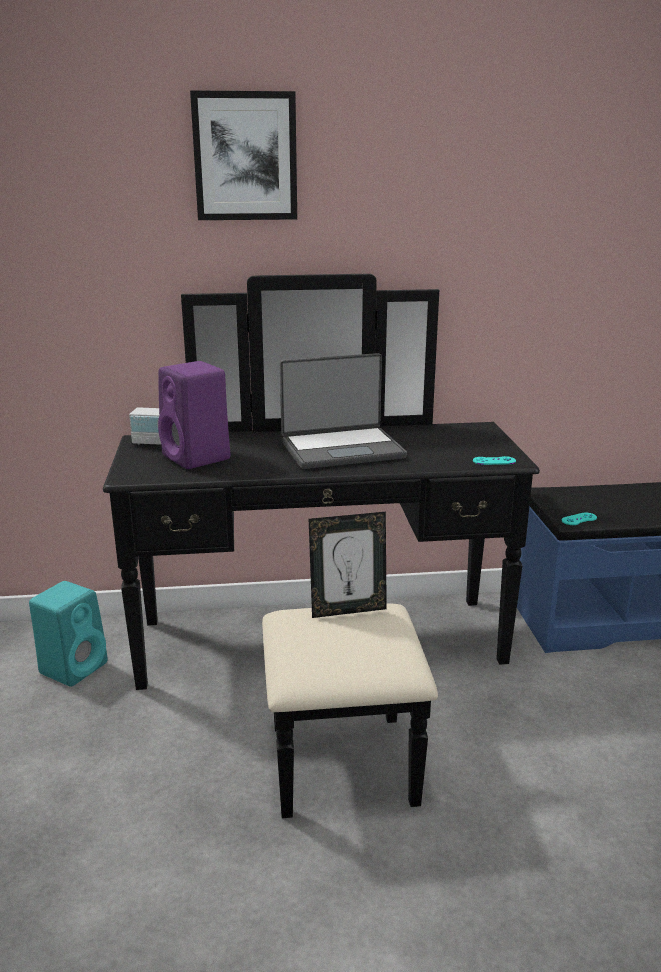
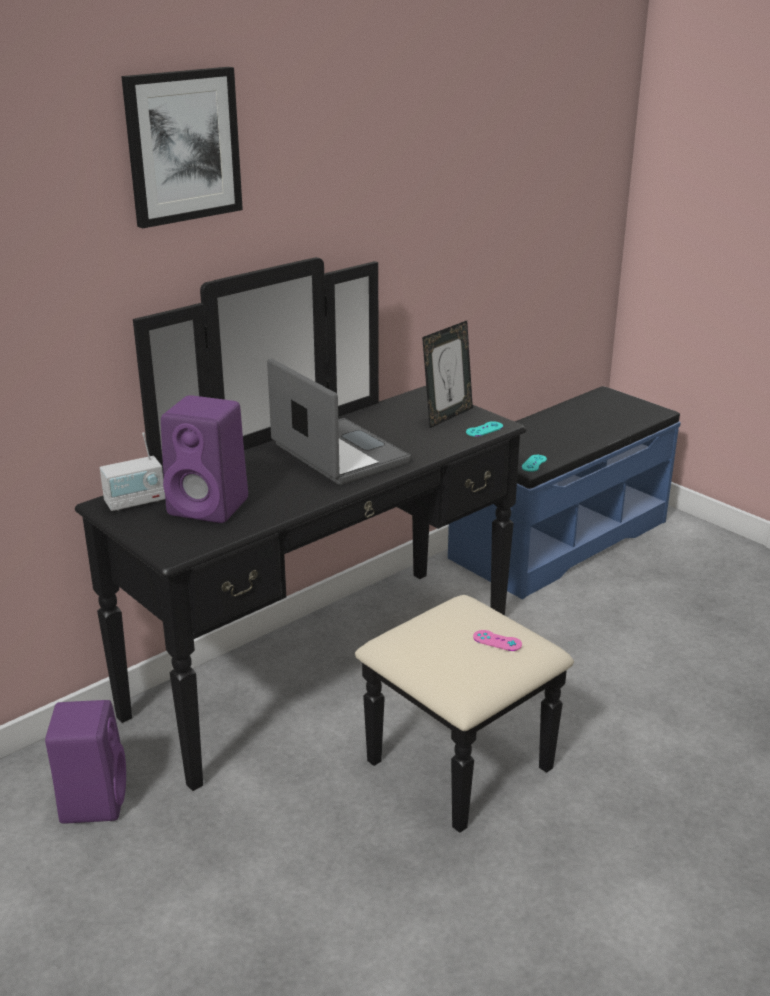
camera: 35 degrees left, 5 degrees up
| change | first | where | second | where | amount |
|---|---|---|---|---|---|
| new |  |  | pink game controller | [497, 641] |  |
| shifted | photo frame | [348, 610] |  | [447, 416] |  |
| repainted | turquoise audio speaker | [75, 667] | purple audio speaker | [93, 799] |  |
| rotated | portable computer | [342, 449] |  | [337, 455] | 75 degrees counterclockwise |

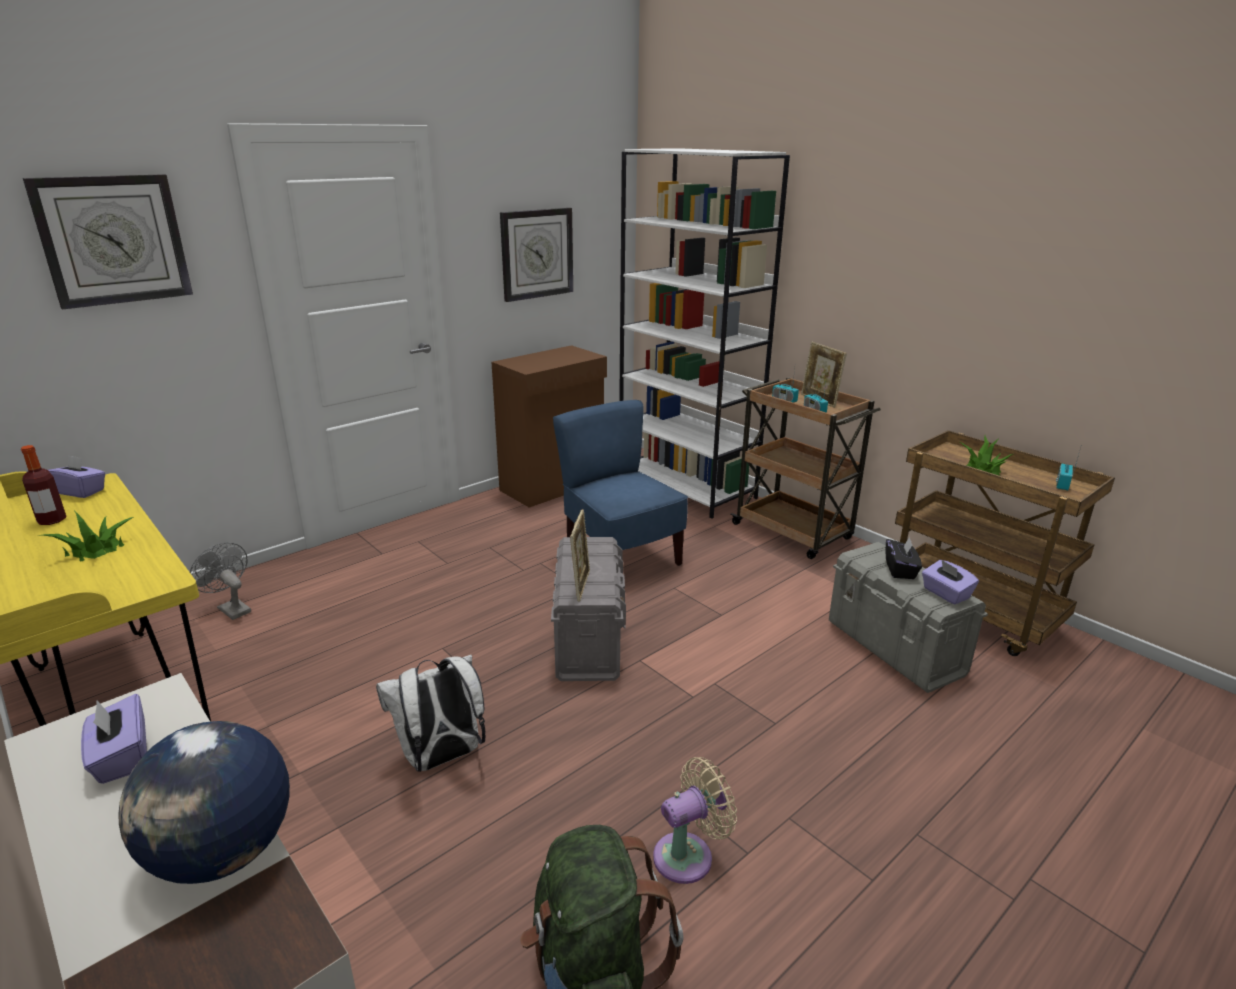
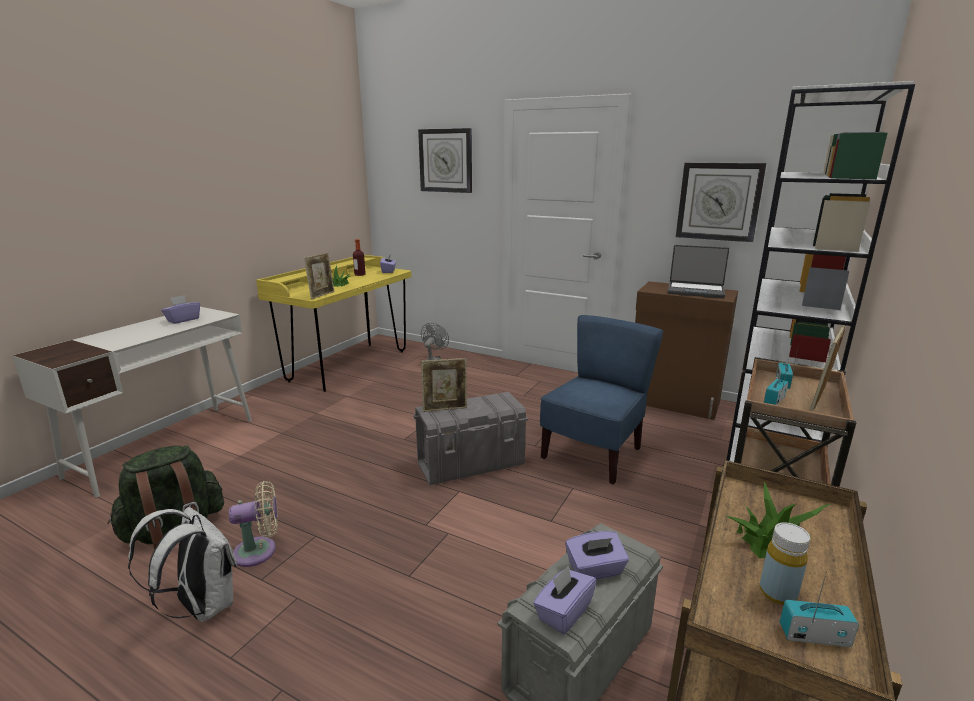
camera: 70 degrees right, 5 degrees down
| change | first | where | second | where | amount |
|---|---|---|---|---|---|
| gone | desk globe | [223, 853] |  |  |  |
| new |  |  | photo frame | [322, 295] |  |
| new |  |  | portable computer | [695, 291] |  |
| new |  |  | yellowish drink bottle | [777, 593] |  |
| shifted | white backpack | [441, 758] |  | [202, 606] |  |
| repainted | blackish tissue box | [900, 570] | purple tissue box | [595, 570] |  |
| rotated | sand-coloured cooling fan | [688, 855] |  | [259, 551] | 60 degrees counterclockwise |

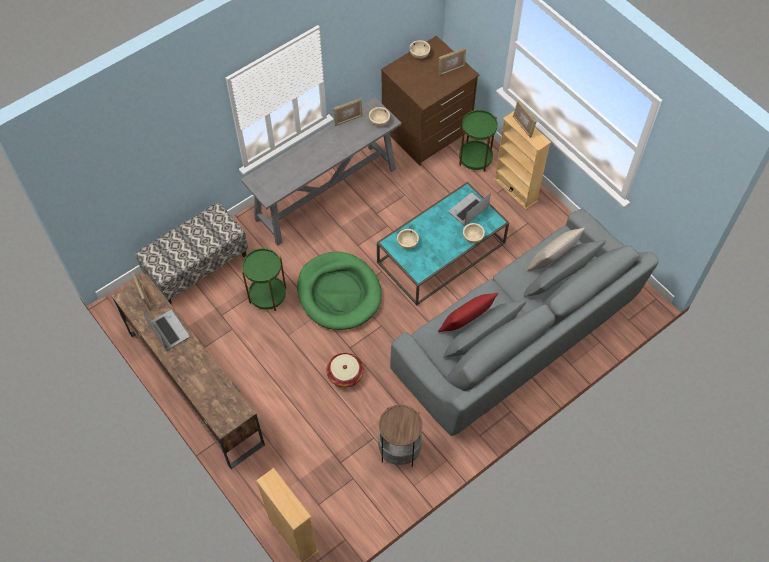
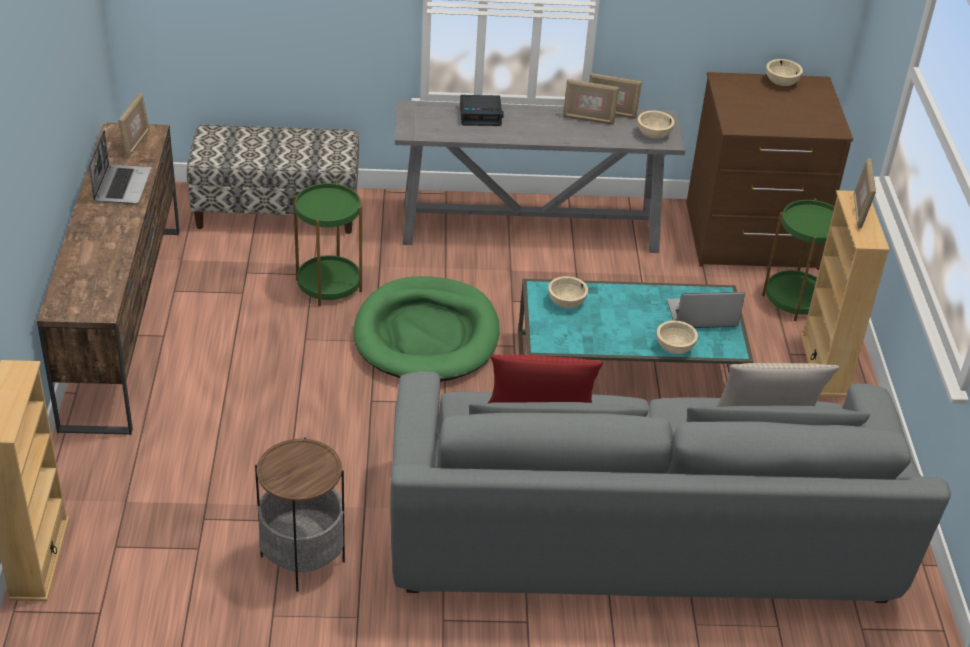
camera: 35 degrees right, 20 degrees down
| change | first | where | second | where | amount |
|---|---|---|---|---|---|
| gone | basket | [345, 374] |  |  |  |
| new |  |  | alarm clock | [481, 115] |  |
| shifted | photo frame | [451, 70] |  | [588, 119] |  |

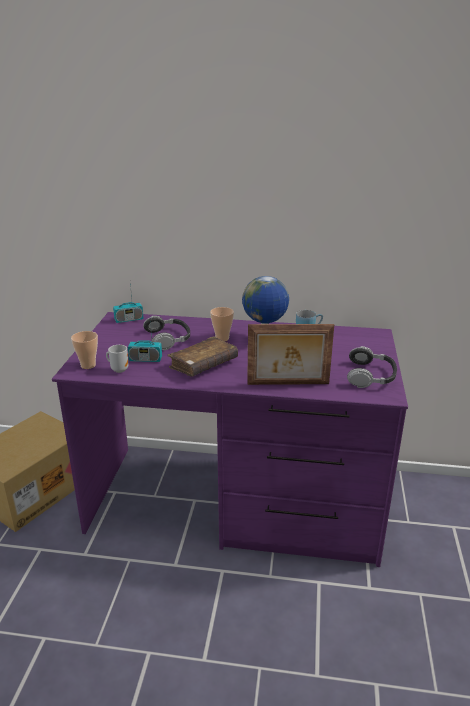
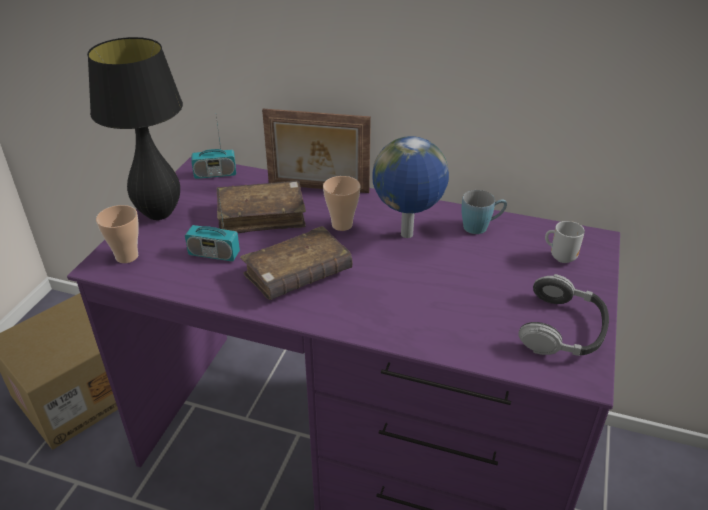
camera: 10 degrees right, 10 degrees up
| change | first | where | second | where | amount |
|---|---|---|---|---|---|
| new |  |  | blackish tabletop lamp | [159, 214] |  |
| shifted | tea mug | [119, 369] |  | [561, 257] |  |
| shifted | photo frame | [288, 384] |  | [318, 189] |  |
| swapped | headset | [168, 338] | brownish volume | [261, 216] |  |

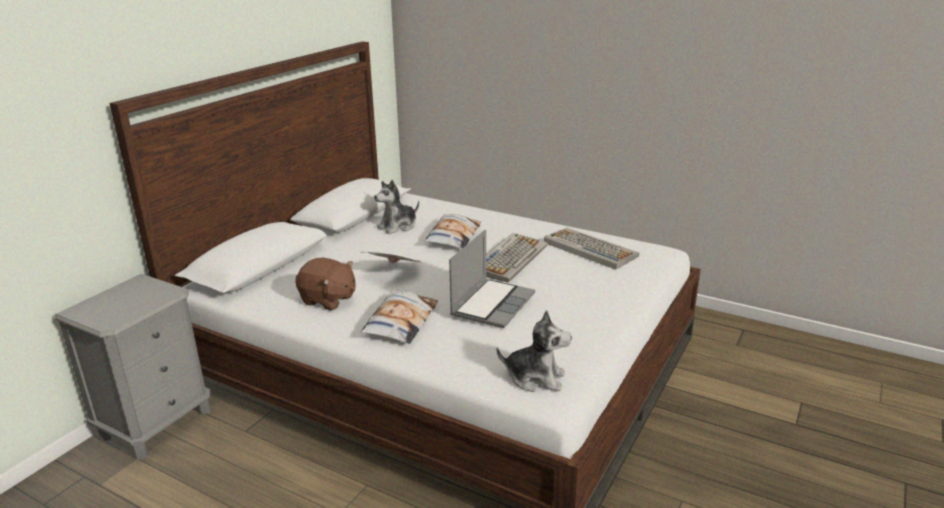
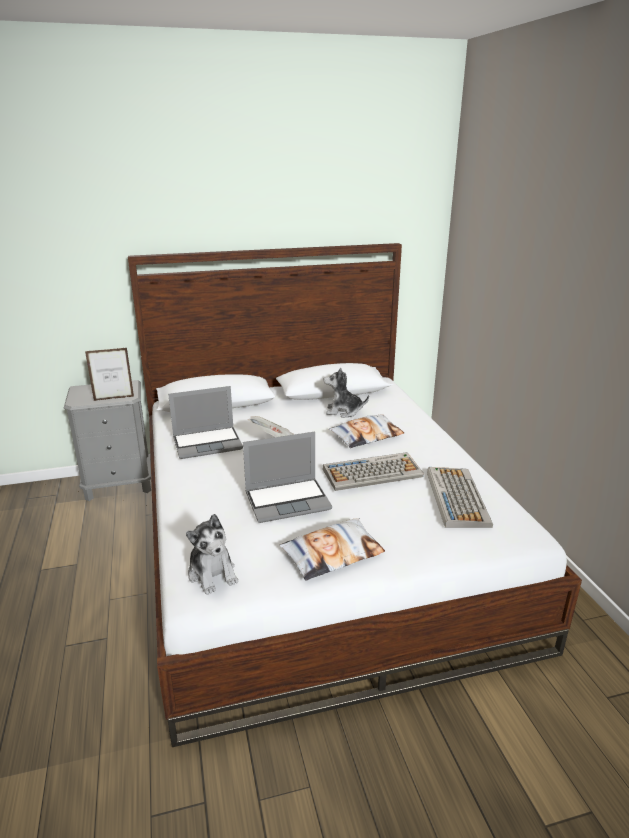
camera: 45 degrees right, 0 degrees up
| change | first | where | second | where | amount |
|---|---|---|---|---|---|
| new |  |  | photo frame | [114, 398] |  |
| shifted | throw pillow | [400, 322] |  | [332, 554] |  |
| swapped | brownish cuddly toy | [328, 300] | portable computer | [208, 443] |  |

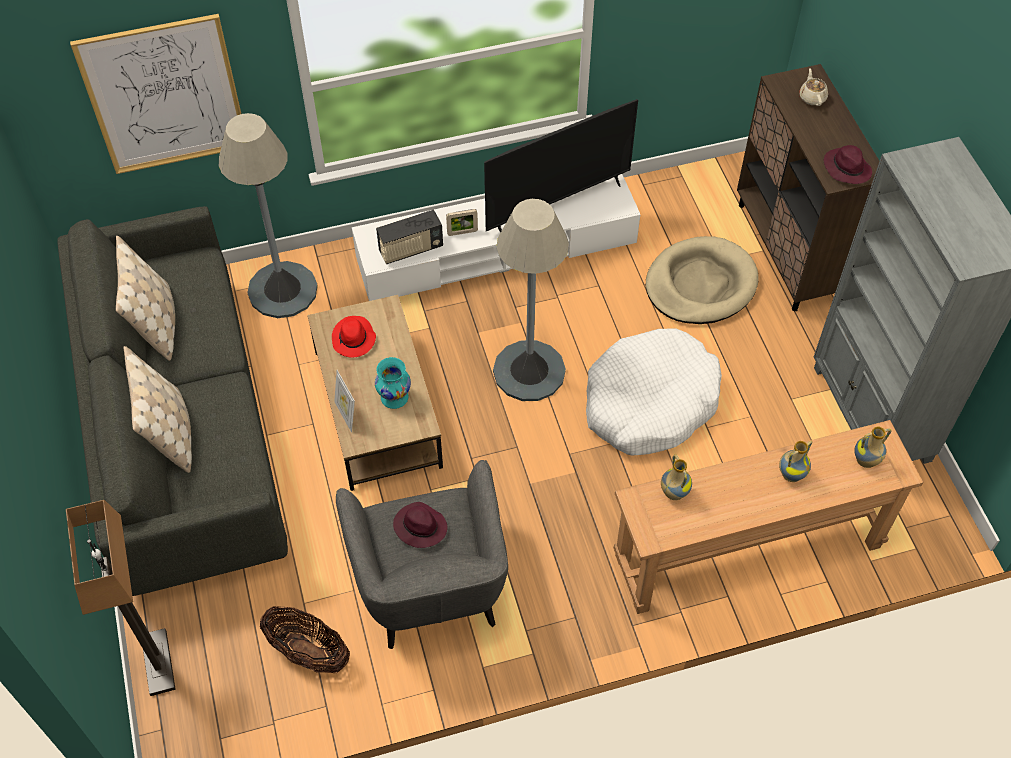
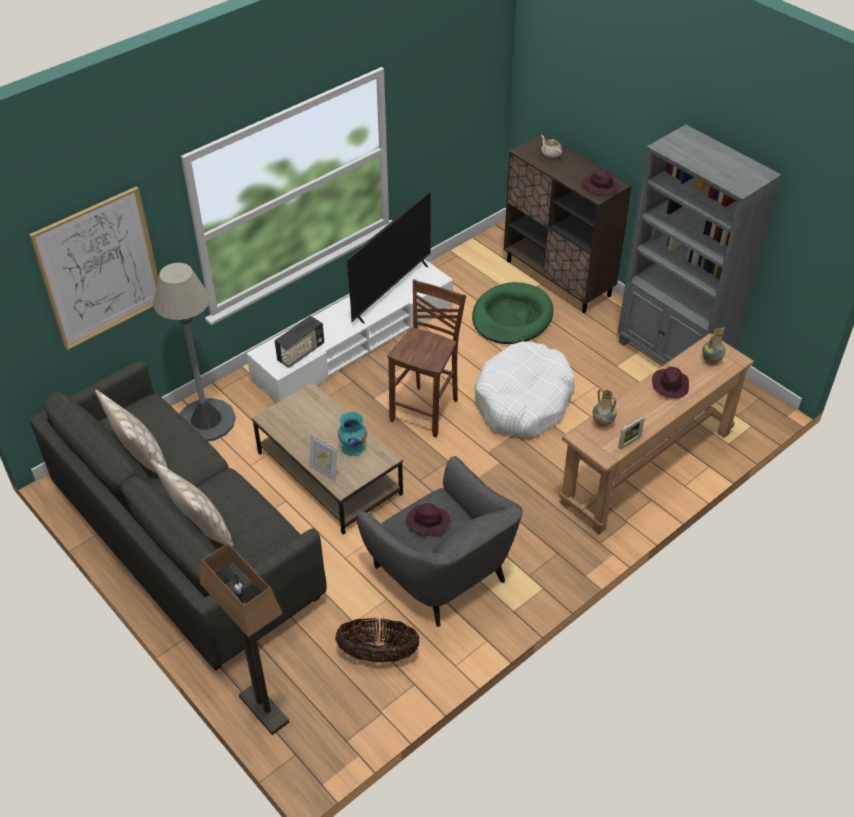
camera: 25 degrees left, 10 degrees down
| change | first | where | second | where | amount |
|---|---|---|---|---|---|
| gone | red-coloured clothing hat | [354, 339] |  |  |  |
| shifted | photo frame | [462, 232] |  | [629, 442] |  |
| swapped | gray floor lamp | [529, 371] | brownish sitting stool | [426, 410] |  |
| swapped | decorative vase | [790, 474] | purple clothing hat | [670, 385] |  |
| repainted | sand-coloured dog bed | [700, 284] | green-coloured dog bed | [512, 317] |  |

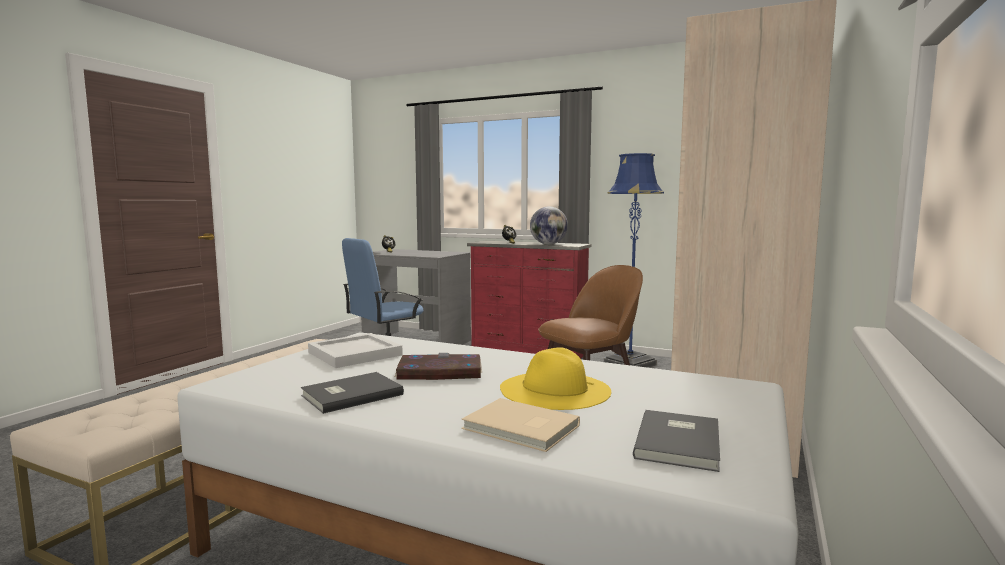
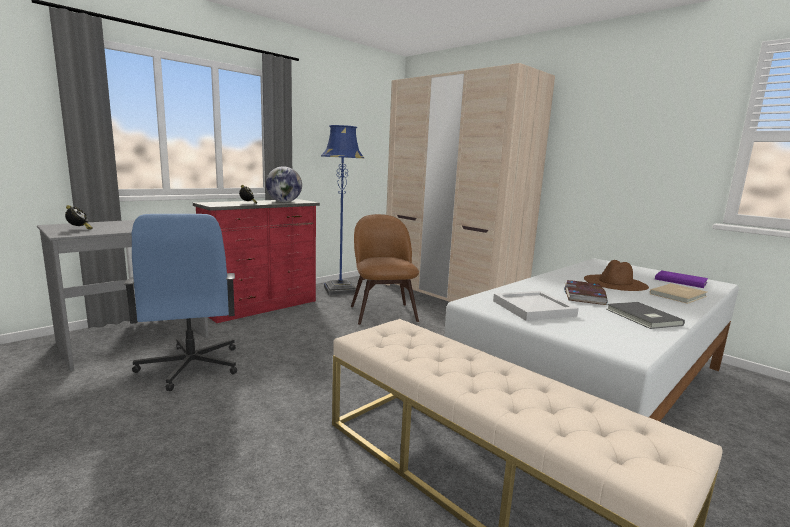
camera: 70 degrees left, 5 degrees up
| change | first | where | second | where | amount |
|---|---|---|---|---|---|
| repainted | yellowish clothing hat | [554, 389] | brownish clothing hat | [615, 282] |  |
| repainted | gray volume | [681, 442] | purple volume | [680, 280] |  |

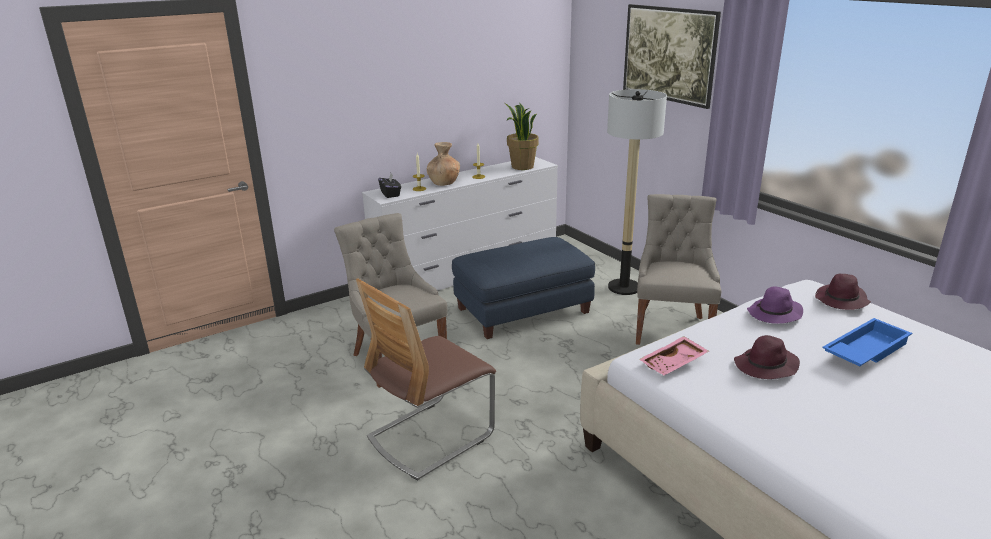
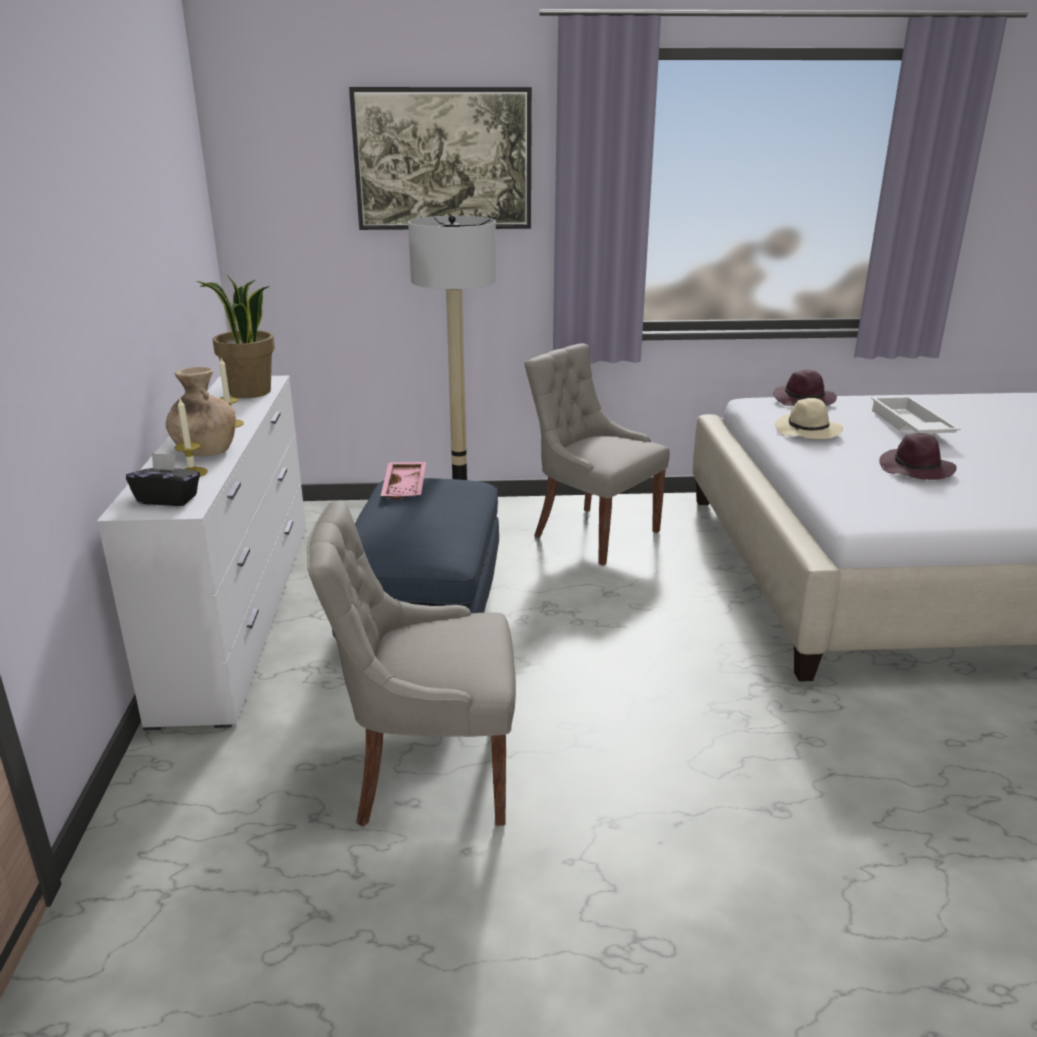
camera: 60 degrees left, 0 degrees up
| change | first | where | second | where | amount |
|---|---|---|---|---|---|
| gone | plain chair | [430, 436] |  |  |  |
| shifted | pink serving tray | [674, 363] |  | [406, 487] |  |
| repainted | purple clothing hat | [774, 314] | sand-coloured clothing hat | [808, 431] |  |
| repainted | blue serving tray | [864, 350] | white serving tray | [909, 425] |  |

